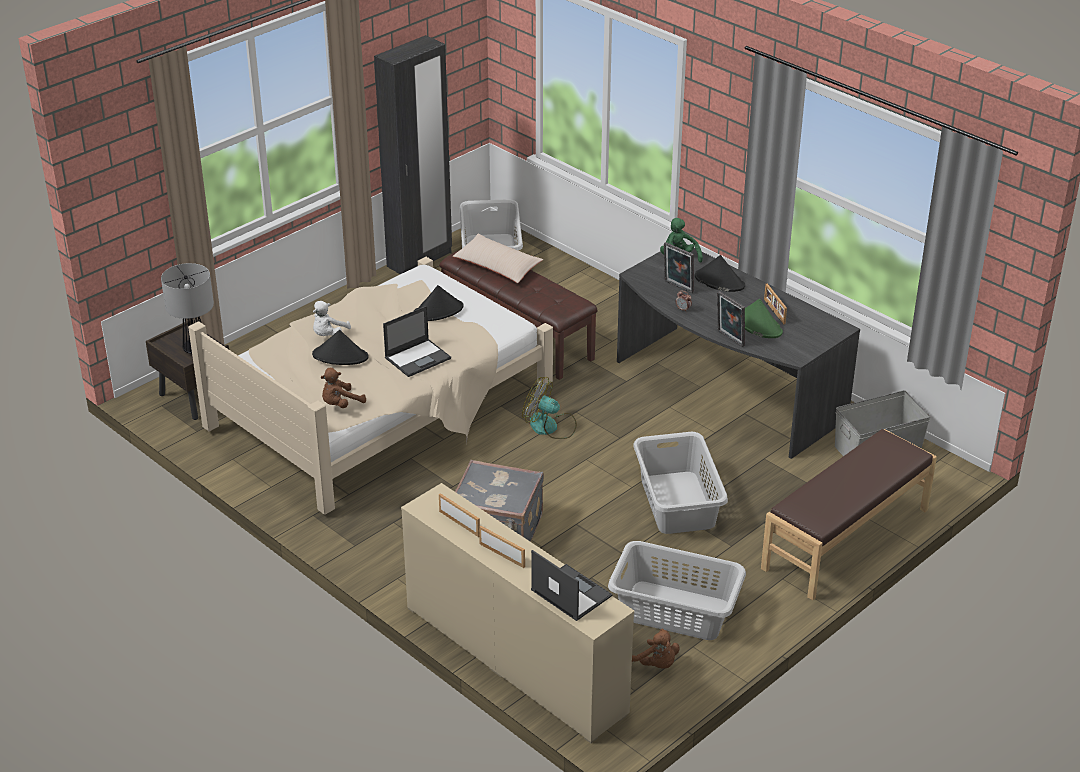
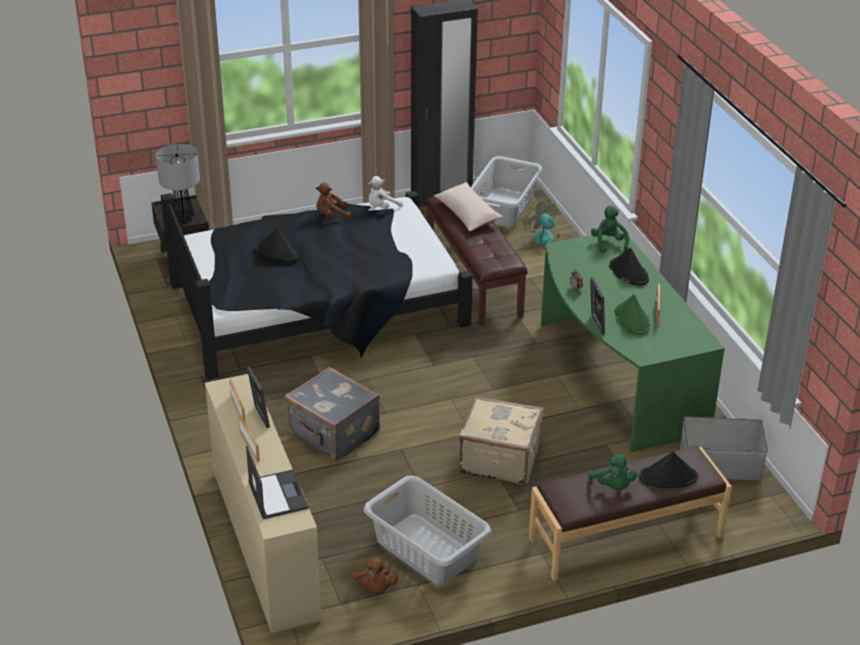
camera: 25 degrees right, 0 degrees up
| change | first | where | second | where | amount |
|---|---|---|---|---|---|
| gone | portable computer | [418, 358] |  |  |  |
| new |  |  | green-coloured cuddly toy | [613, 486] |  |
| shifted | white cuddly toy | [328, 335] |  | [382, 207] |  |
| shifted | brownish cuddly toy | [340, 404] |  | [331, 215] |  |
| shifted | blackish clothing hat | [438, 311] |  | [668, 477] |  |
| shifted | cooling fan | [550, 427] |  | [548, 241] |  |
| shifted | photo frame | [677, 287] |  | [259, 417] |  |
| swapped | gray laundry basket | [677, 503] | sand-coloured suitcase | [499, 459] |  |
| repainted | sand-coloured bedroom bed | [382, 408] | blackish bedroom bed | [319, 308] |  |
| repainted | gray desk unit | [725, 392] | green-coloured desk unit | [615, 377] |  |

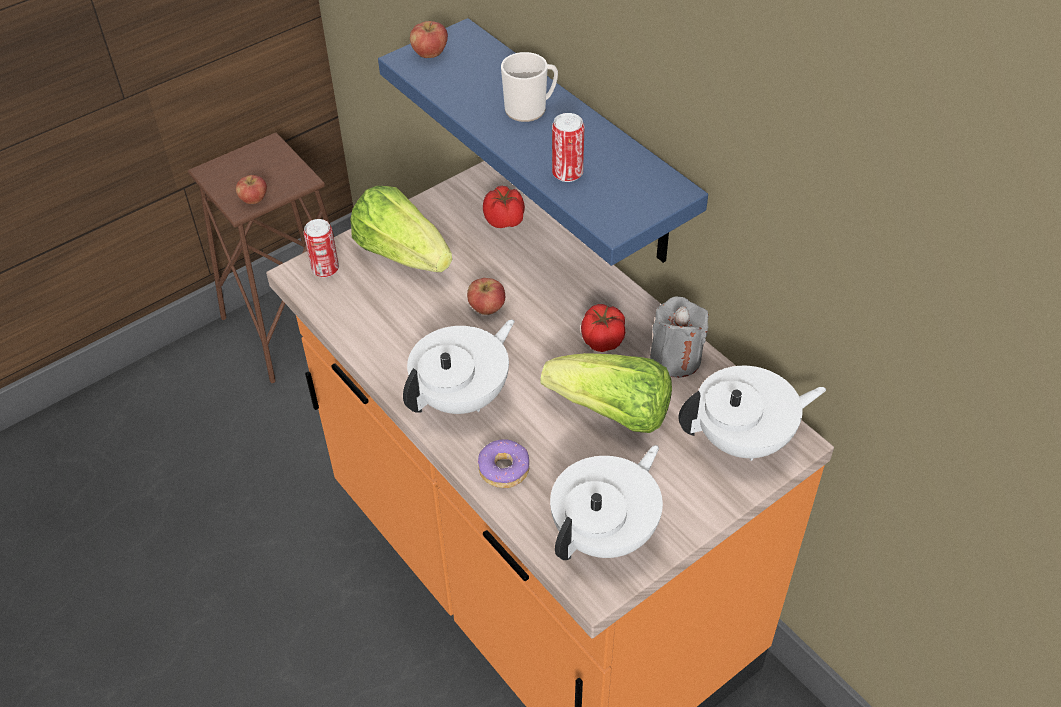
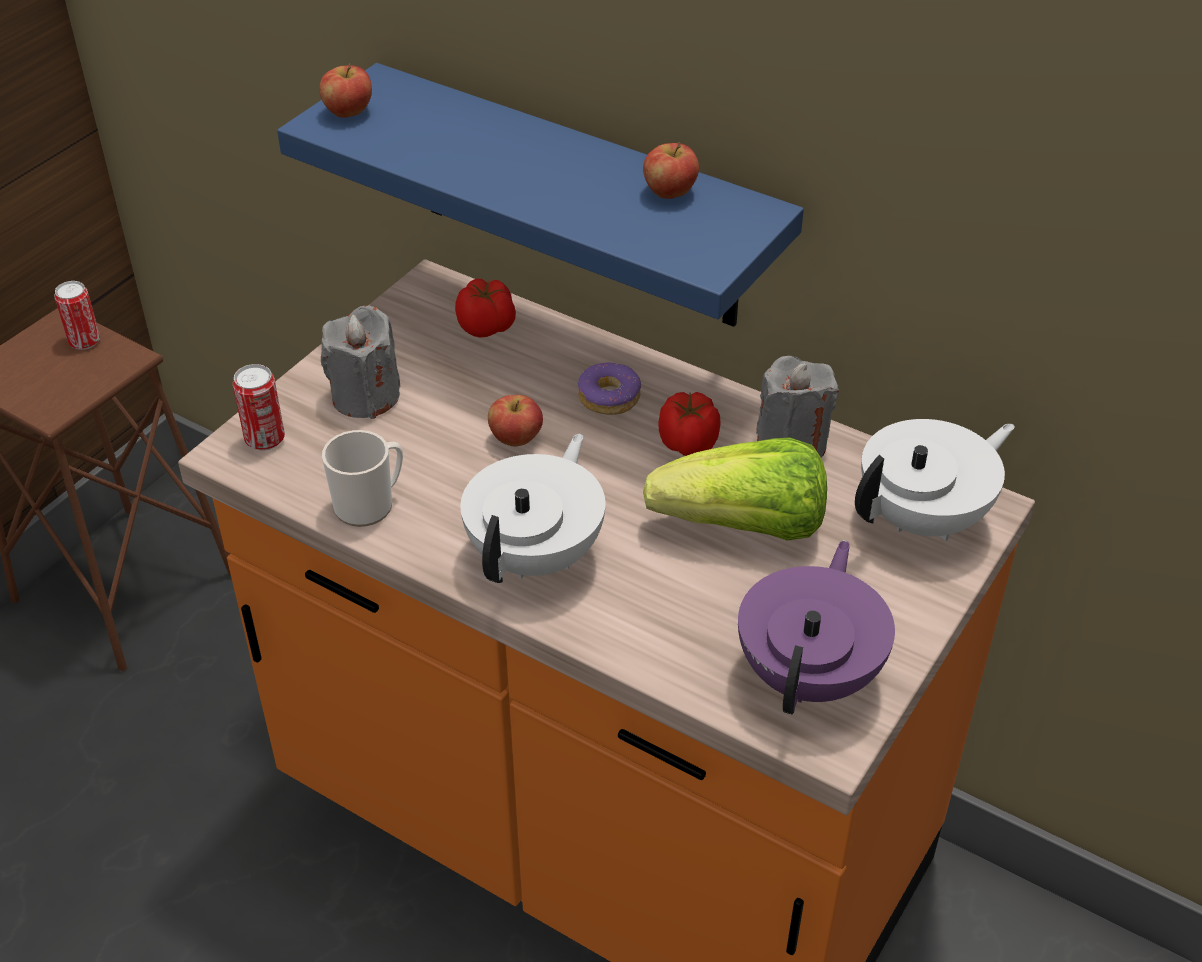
camera: 20 degrees left, 5 degrees down
| change | first | where | second | where | amount |
|---|---|---|---|---|---|
| shifted | whole apple | [254, 200] |  | [670, 192] |  |
| shifted | doughnut | [504, 469] |  | [609, 397] |  |
| shifted | tea mug | [530, 109] |  | [370, 504] |  |
| shifted | sealed can | [567, 173] |  | [84, 341] |  |
| swapped | lettuce | [402, 254] | gray candle | [365, 396] |  |
| repainted | white tea pot | [606, 532] | purple tea pot | [811, 674] |  |

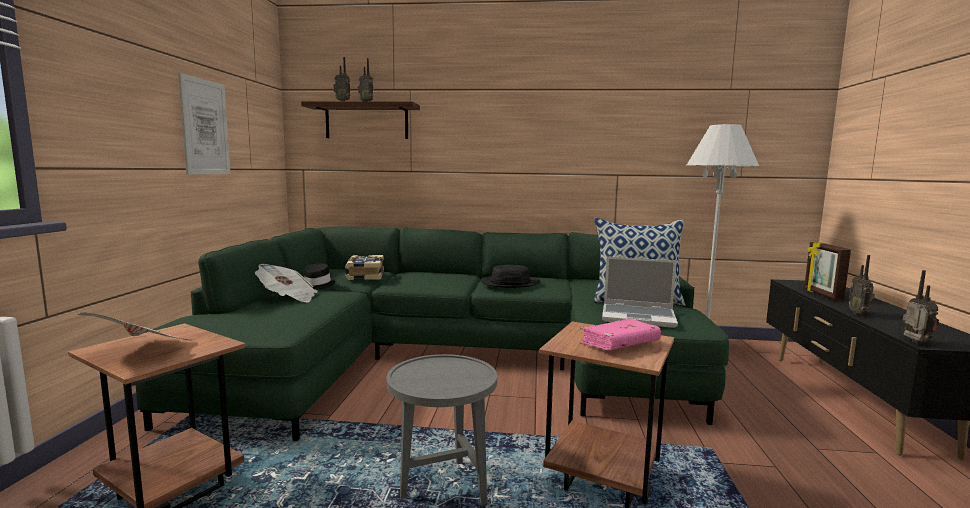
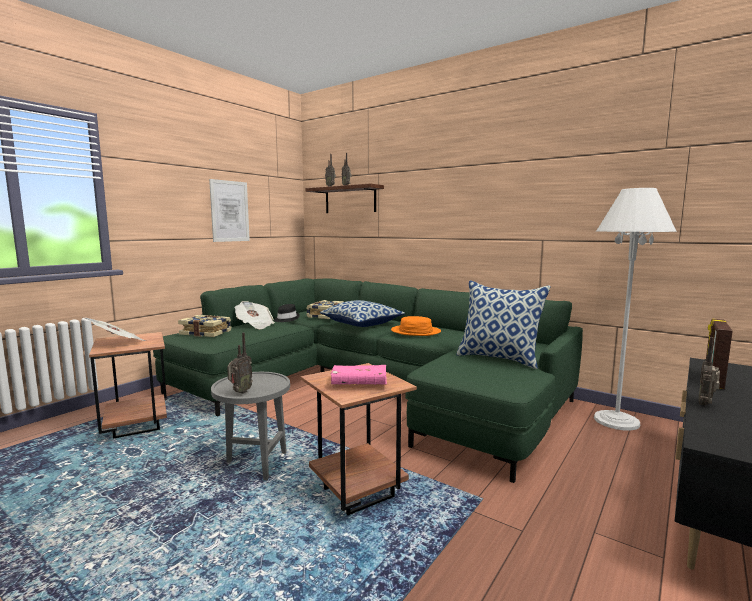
camera: 30 degrees right, 0 degrees up
| change | first | where | second | where | amount |
|---|---|---|---|---|---|
| gone | portable computer | [639, 317] |  |  |  |
| new |  |  | volume | [206, 333] |  |
| new |  |  | throw pillow | [362, 324] |  |
| shifted | radio set | [915, 343] |  | [240, 392] |  |
| repainted | blackish clothing hat | [510, 283] | orangey clothing hat | [415, 331] |  |

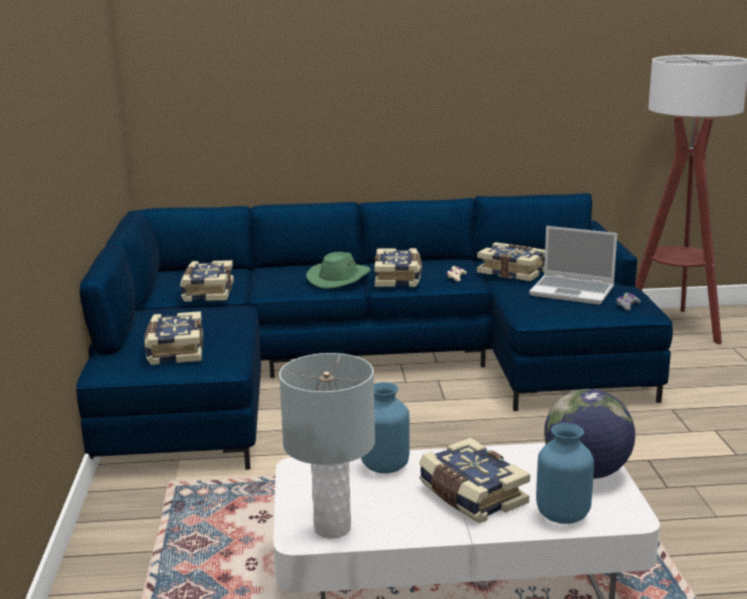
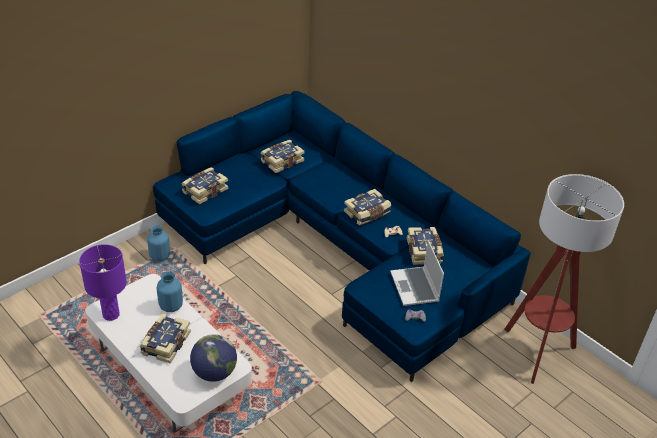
camera: 50 degrees right, 20 degrees up
| change | first | where | second | where | amount |
|---|---|---|---|---|---|
| gone | green-coloured clothing hat | [339, 278] |  |  |  |
| shifted | blue decorative vase | [562, 514] |  | [160, 256] |  |
| repainted | gray tabletop lamp | [332, 528] | purple tabletop lamp | [111, 314] |  |

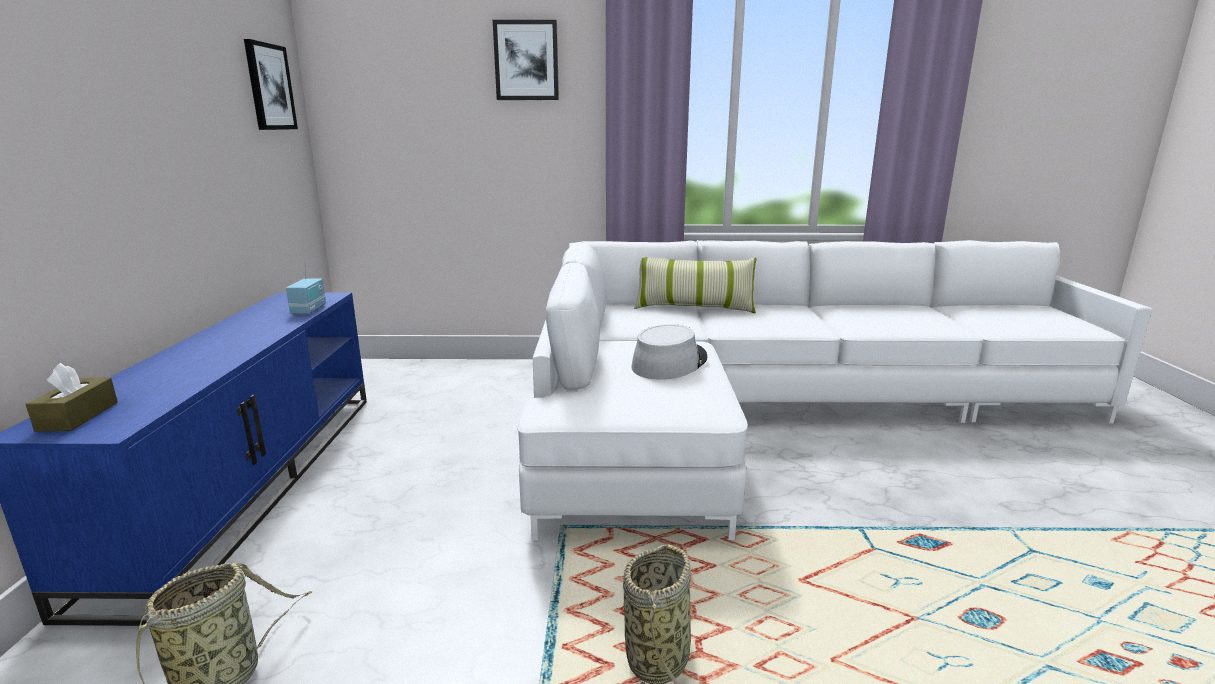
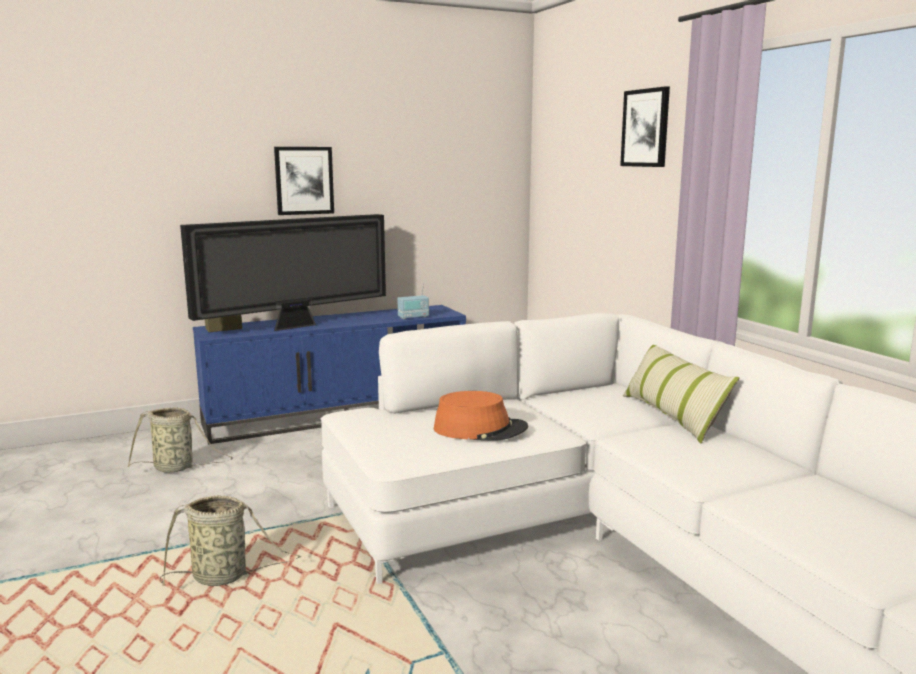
camera: 65 degrees right, 5 degrees down
| change | first | where | second | where | amount |
|---|---|---|---|---|---|
| new |  |  | television | [296, 326] |  |
| shifted | wall art | [269, 87] |  | [304, 180] |  |
| repainted | gray clothing hat | [669, 362] | orangey clothing hat | [480, 429] |  |

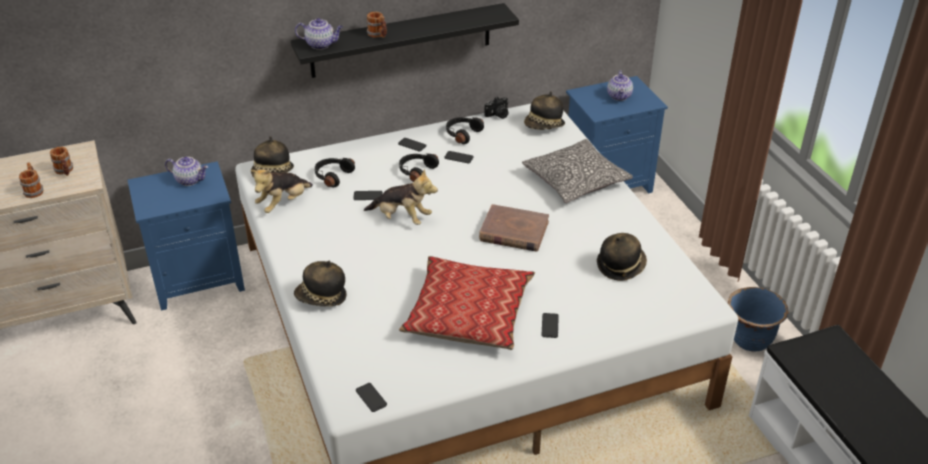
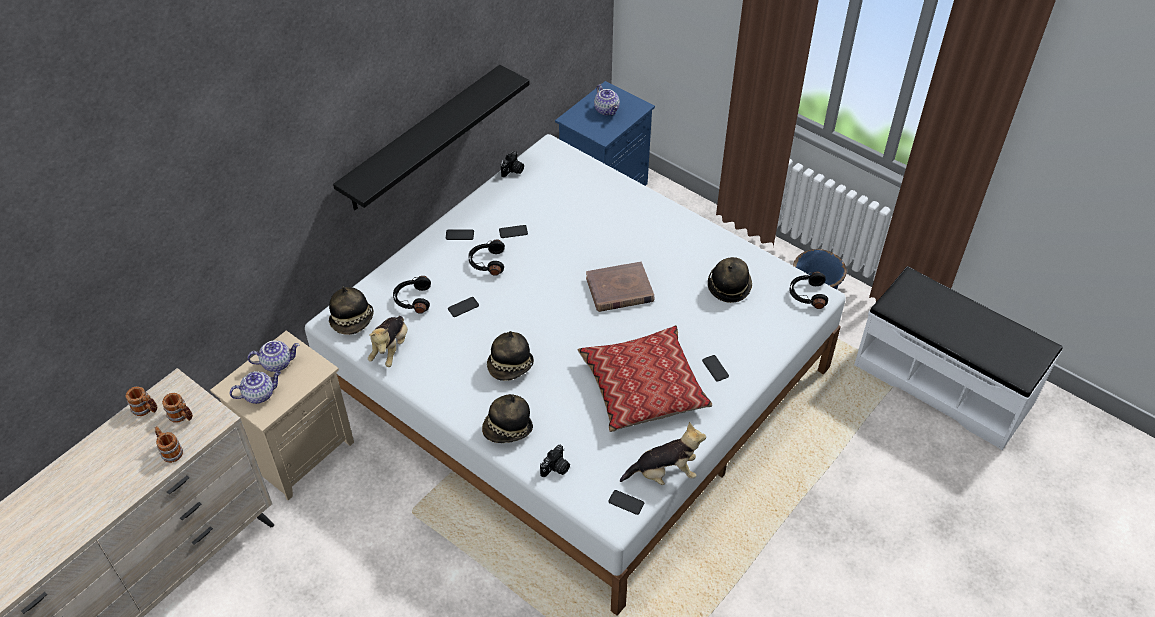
camera: 30 degrees left, 10 degrees up
| change | first | where | second | where | amount |
|---|---|---|---|---|---|
| gone | throw pillow | [575, 180] |  |  |  |
| new |  |  | still camera | [556, 468] |  |
| shifted | tea pot | [321, 44] |  | [260, 394] |  |
| shifted | cuddly toy | [402, 218] |  | [664, 473] |  |
| shifted | tea mug | [378, 35] |  | [146, 409] |  |
| shifted | blackish headset | [462, 134] |  | [807, 295] |  |
| shifted | clothing hat | [544, 126] |  | [510, 367] |  |
| repainted | blue night table | [199, 279] | sand-coloured night table | [298, 450] |  |

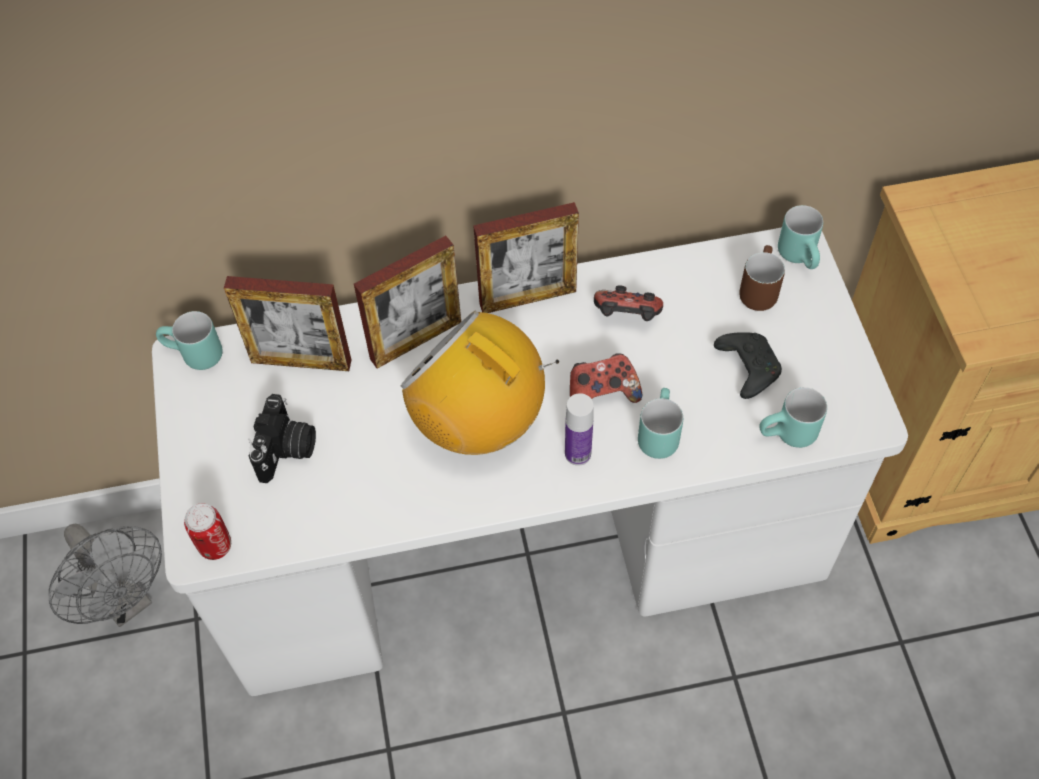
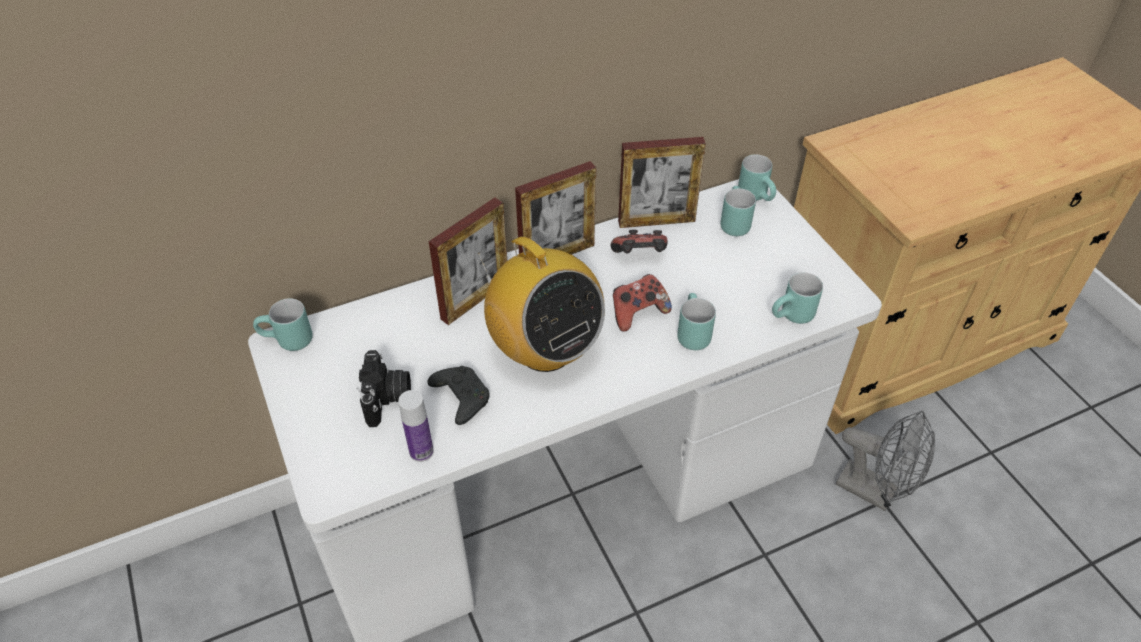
camera: 15 degrees left, 10 degrees down
| change | first | where | second | where | amount |
|---|---|---|---|---|---|
| gone | sealed can | [215, 546] |  |  |  |
| shifted | gray cooling fan | [126, 600] |  | [875, 491] |  |
| shifted | photo frame | [301, 361] |  | [656, 221] |  |
| shifted | drink bottle | [578, 454] |  | [421, 451] |  |
| shifted | blackish game controller | [746, 367] |  | [460, 398] |  |
| repainted | brownish tea mug | [756, 289] | turquoise tea mug | [732, 222] |  |
| rotated | radio set | [478, 423] |  | [544, 350] | 150 degrees counterclockwise |

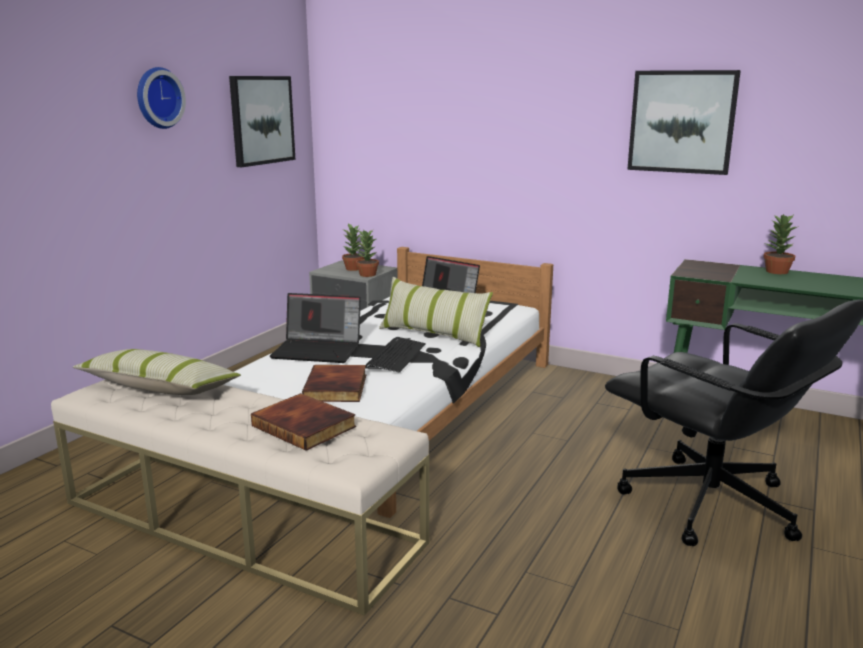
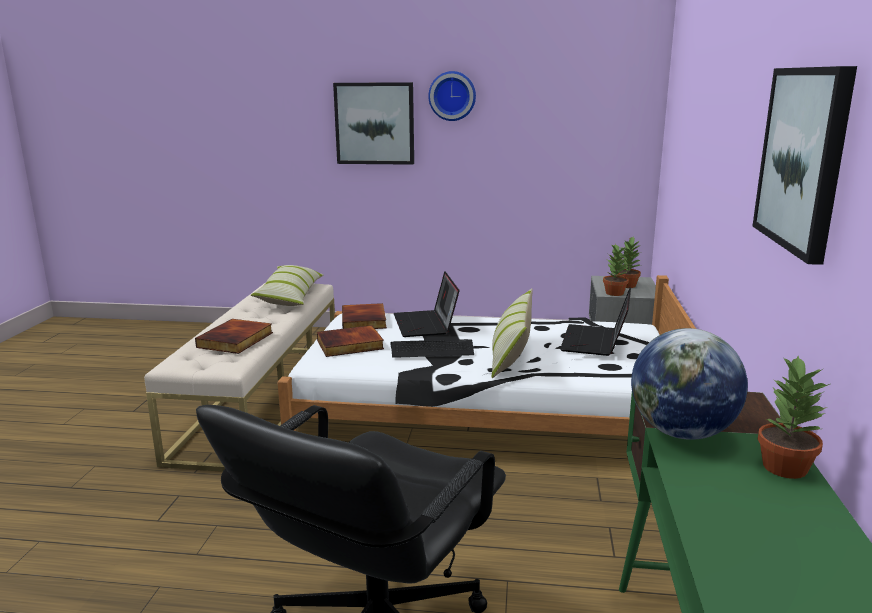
camera: 70 degrees right, 0 degrees up
| change | first | where | second | where | amount |
|---|---|---|---|---|---|
| new |  |  | volume | [365, 320] |  |
| new |  |  | desk globe | [681, 432] |  |
| shifted | wall art | [261, 120] |  | [375, 123] |  |

